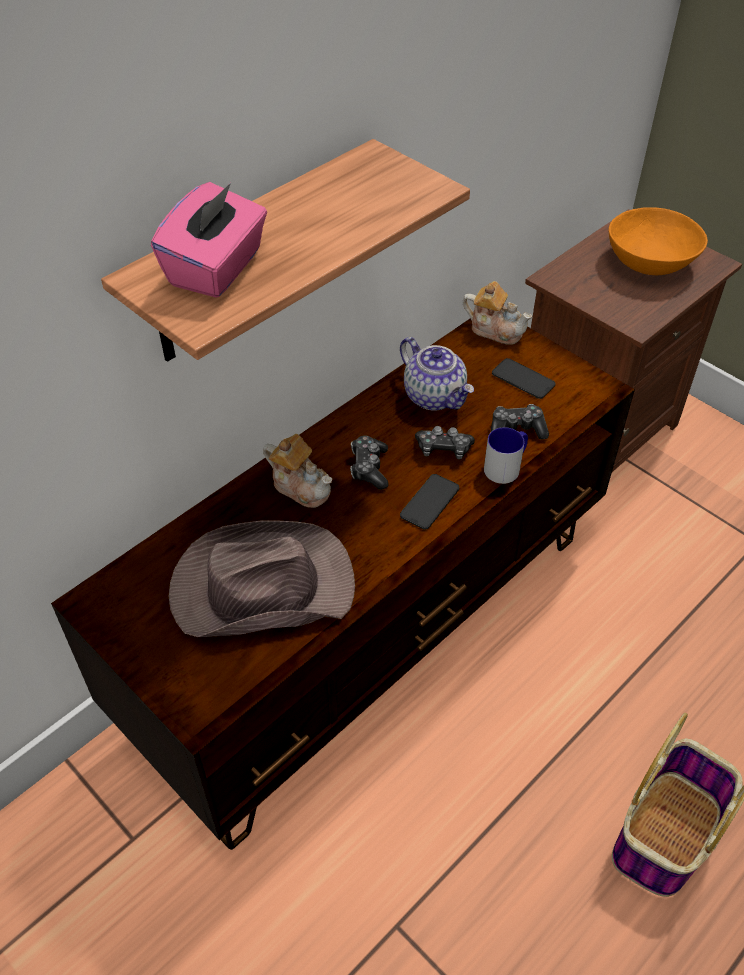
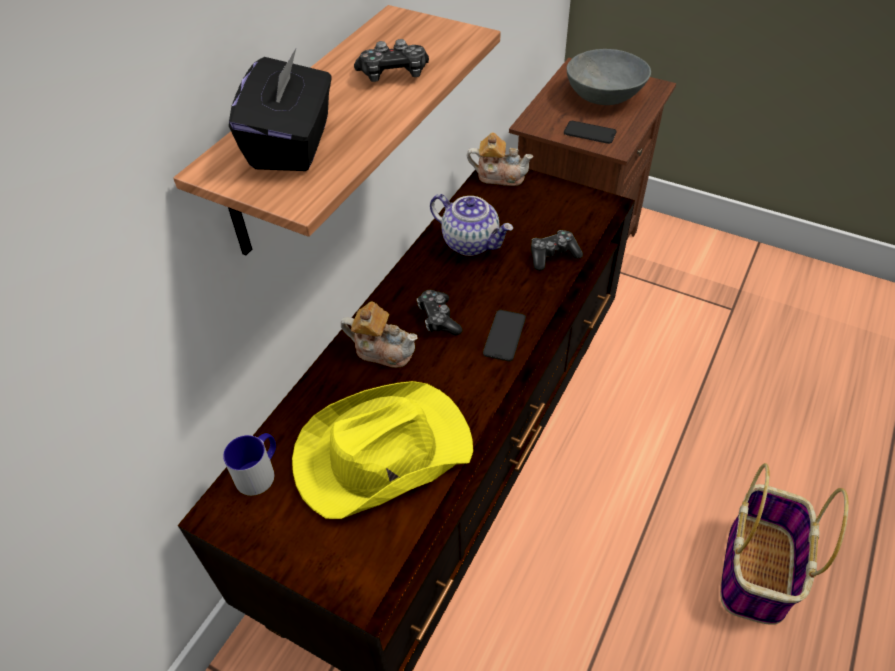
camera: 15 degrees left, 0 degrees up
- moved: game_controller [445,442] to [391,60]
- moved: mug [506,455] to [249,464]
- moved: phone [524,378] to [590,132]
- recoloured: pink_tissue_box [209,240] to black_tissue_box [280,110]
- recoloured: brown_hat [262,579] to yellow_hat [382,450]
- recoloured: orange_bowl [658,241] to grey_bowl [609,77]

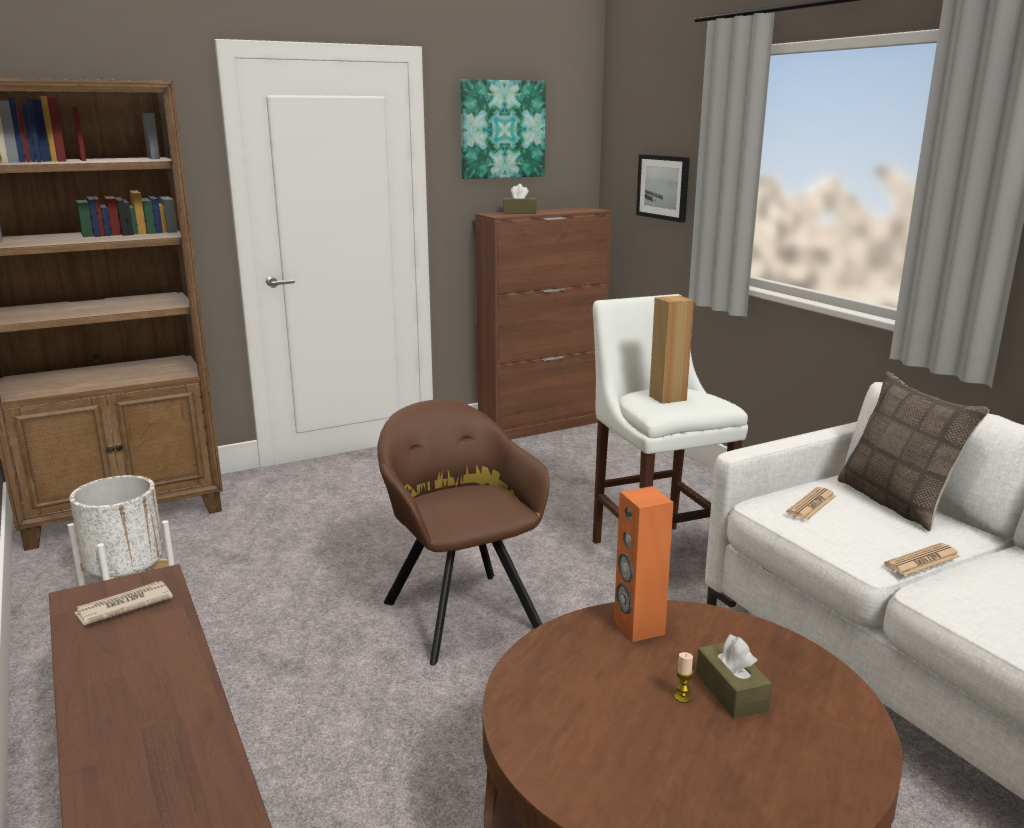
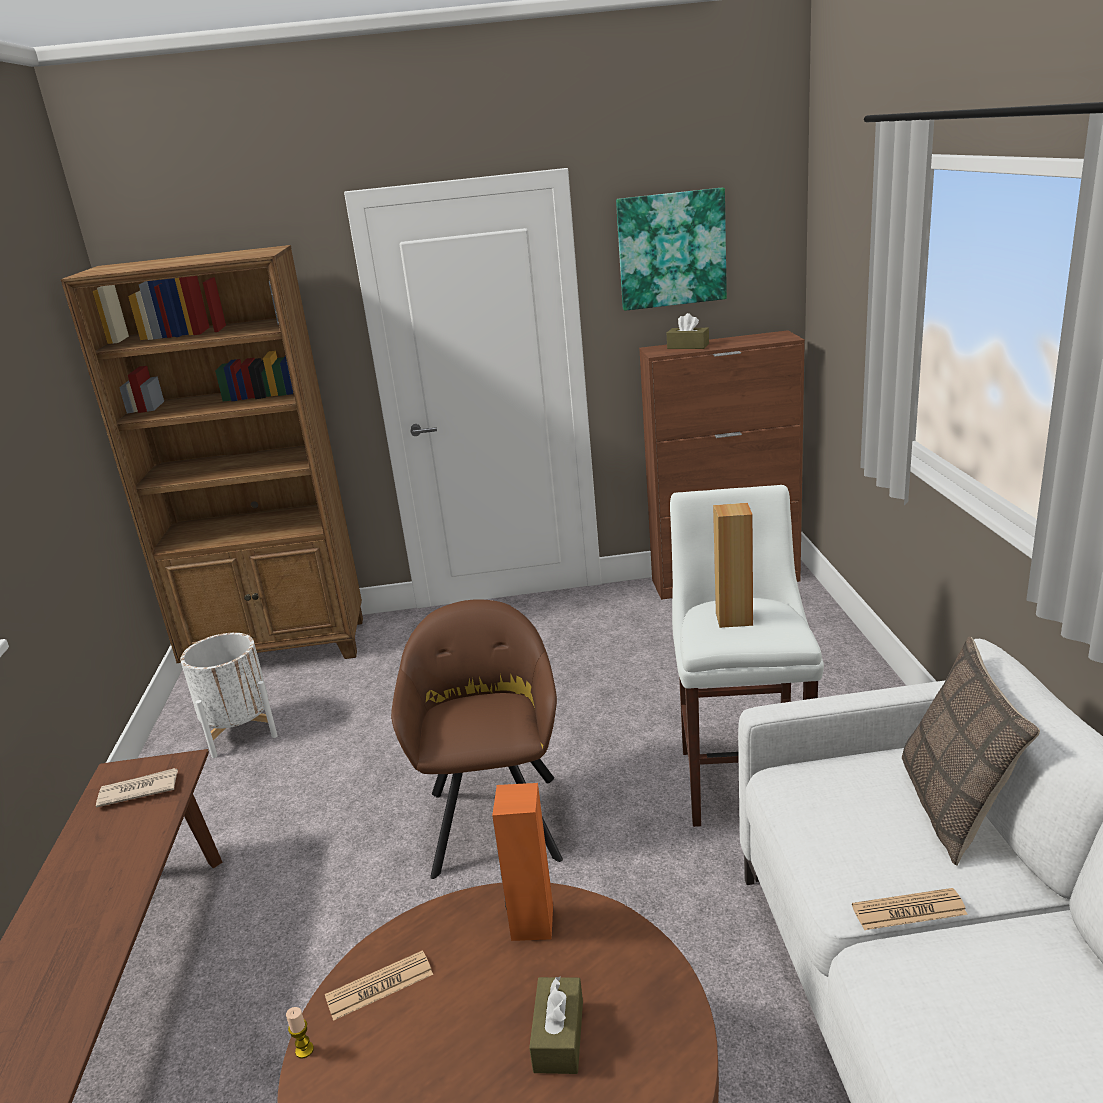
camera: 25 degrees right, 5 degrees up
- removed: picture [663,188]
- moved: candle [684,677] to [300,1033]
- moved: newspaper [811,503] to [379,985]

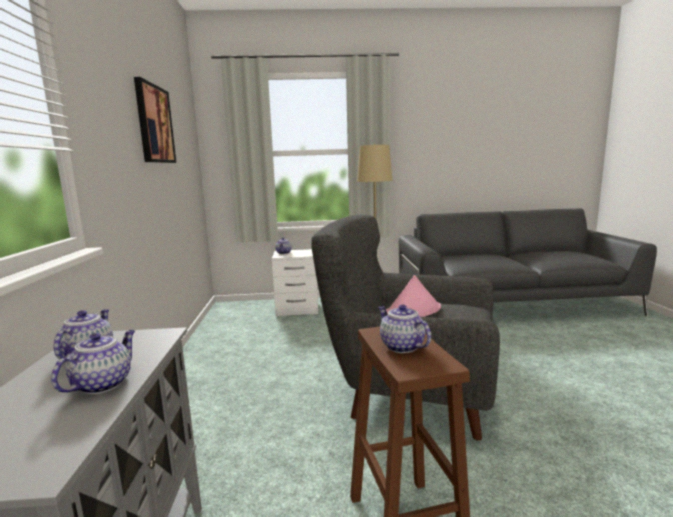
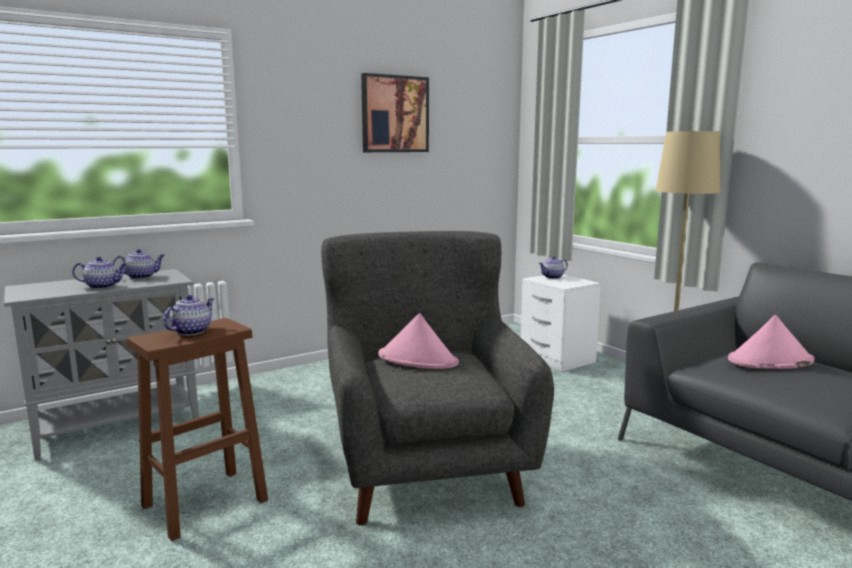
camera: 60 degrees right, 0 degrees up
- added: pink_hat [771,342]

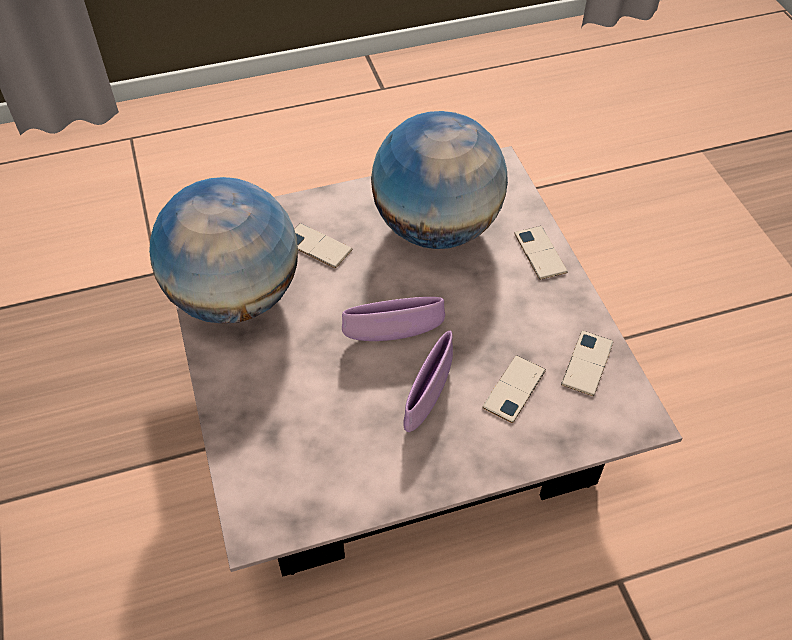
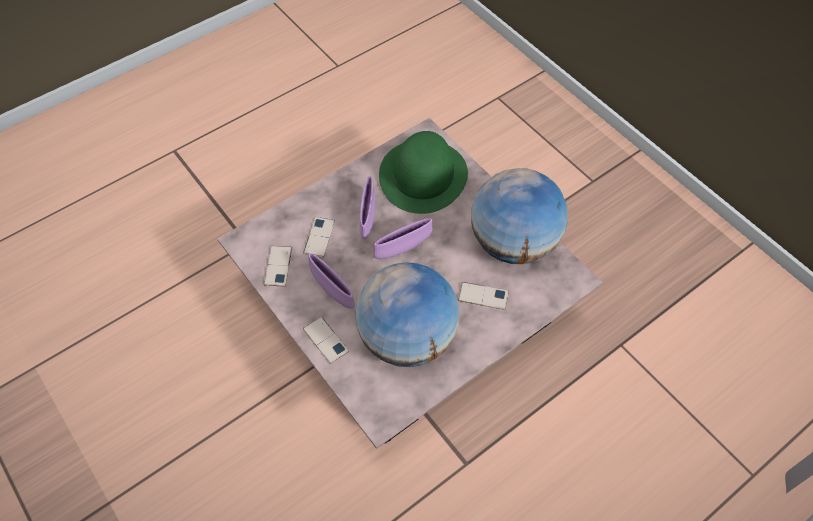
camera: 160 degrees right, 5 degrees up
- added: purple_bowl [331,281]
- added: green_hat [423,172]

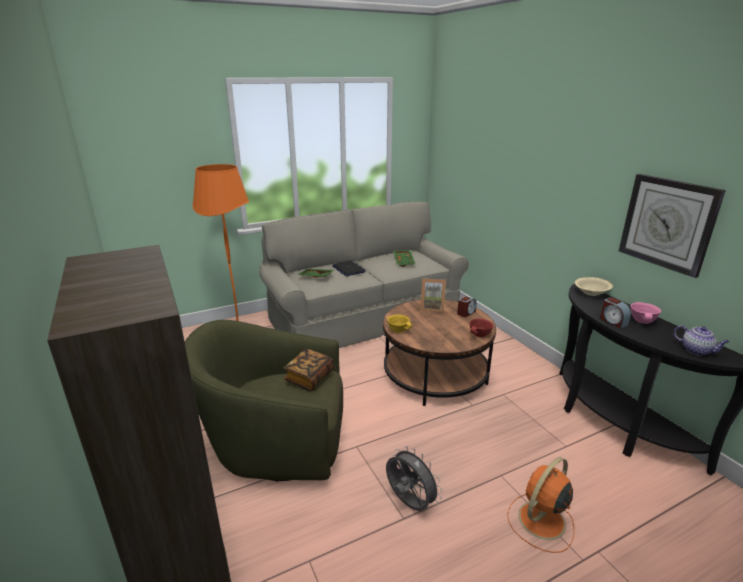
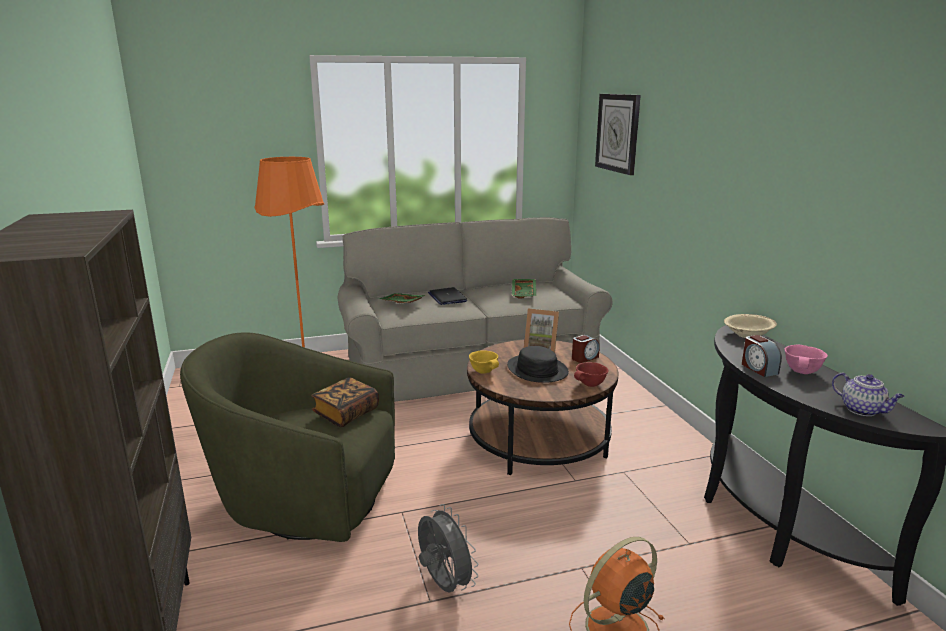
camera: 10 degrees right, 5 degrees down
- added: black_hat [538,364]
- moved: wall_clock [672,226] to [618,134]

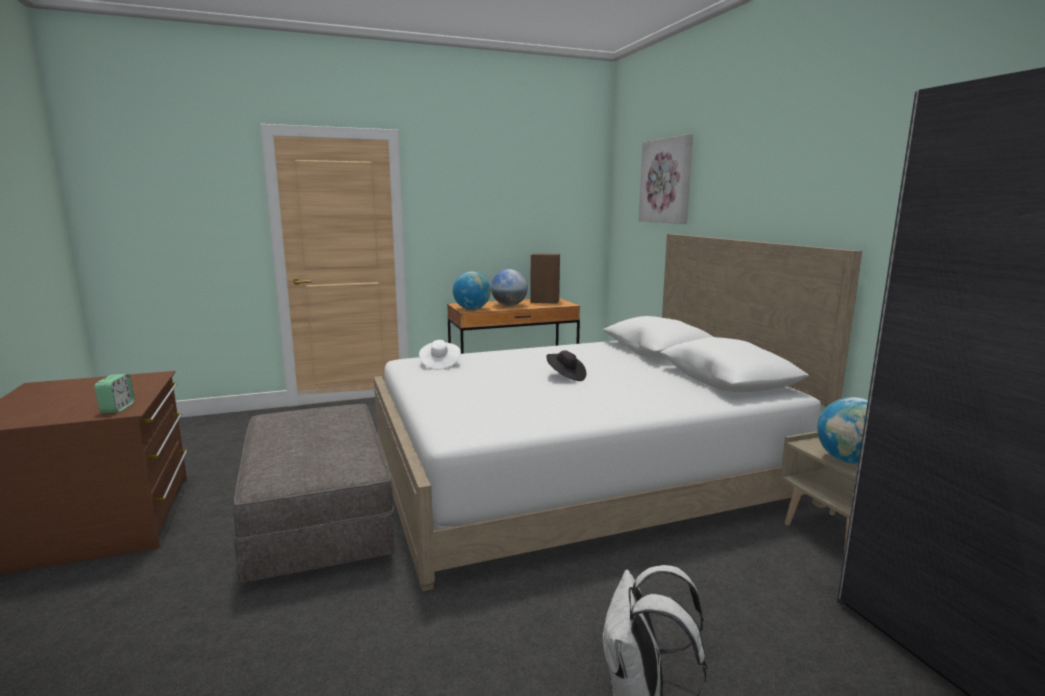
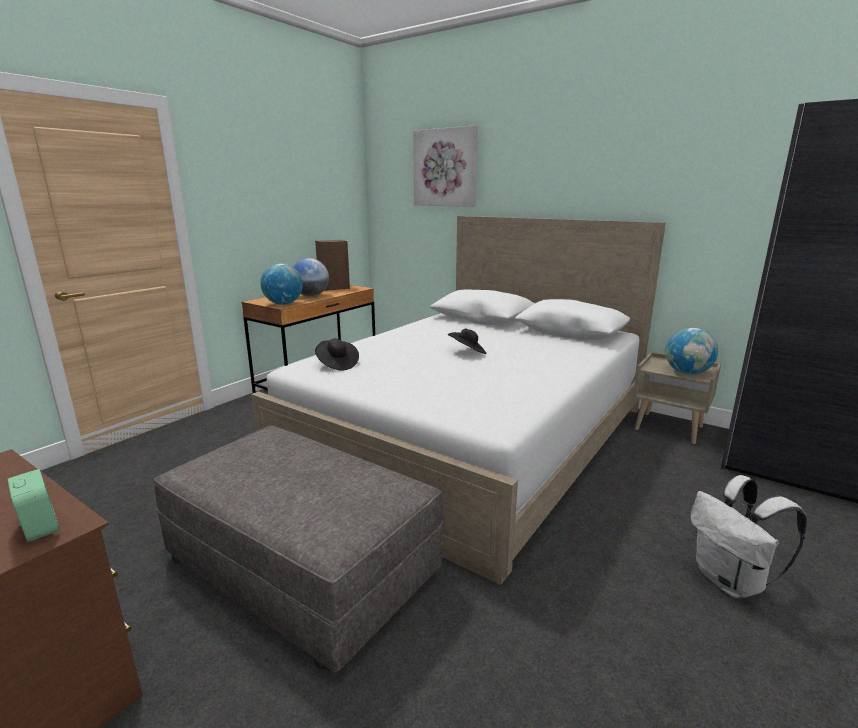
camera: 35 degrees left, 5 degrees up
- recoloured: white_hat [440,355] to black_hat [337,354]

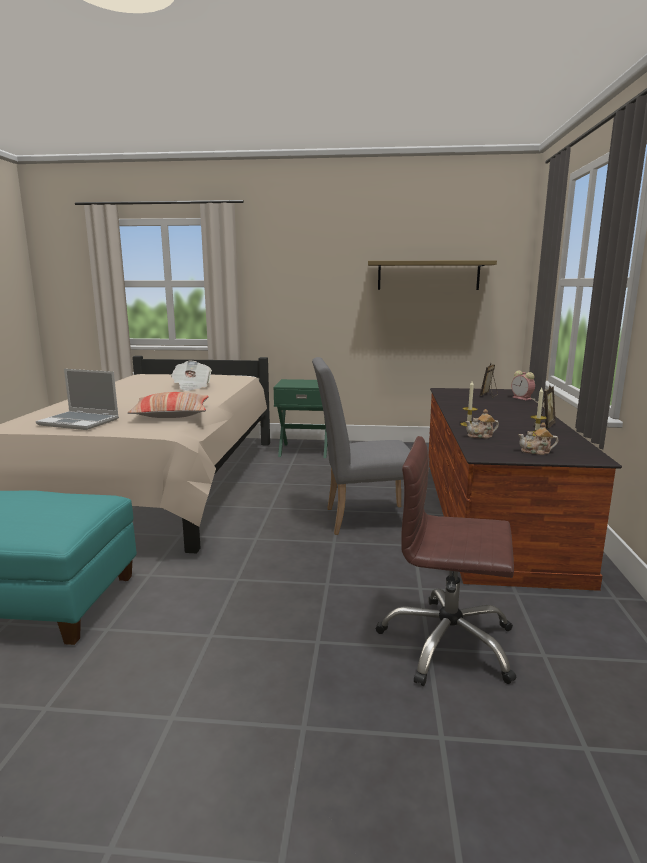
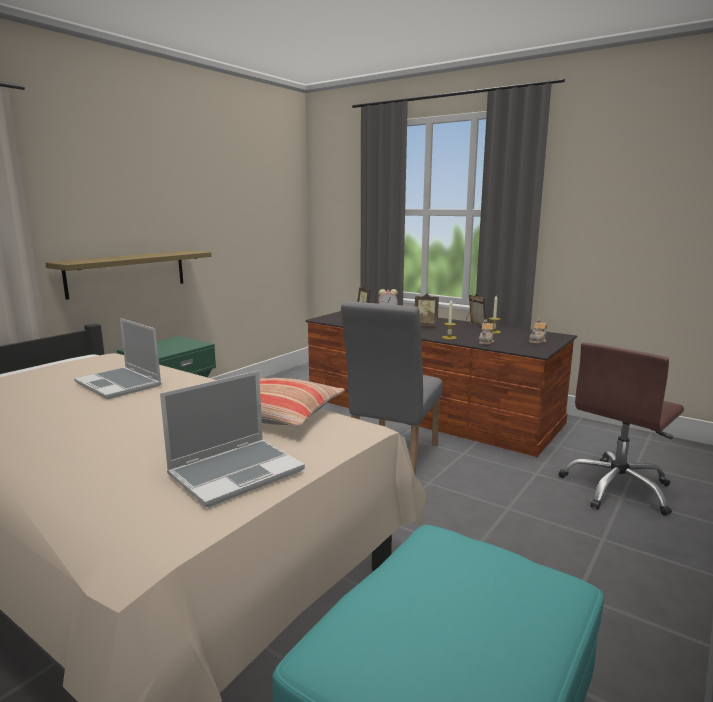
camera: 60 degrees left, 0 degrees up
- added: picture_frame [427,309]
- moved: shelf [432,275] to [128,275]
- replaced: newspaper [191,376] to laptop [118,358]

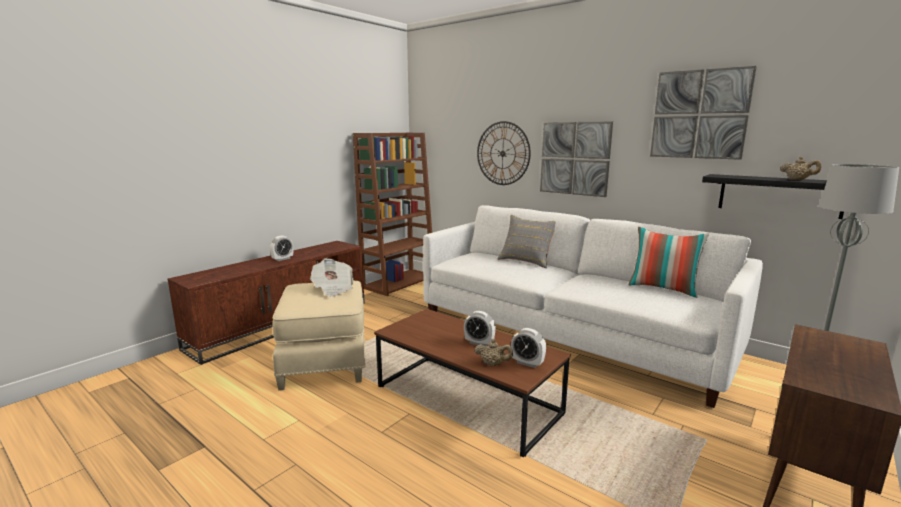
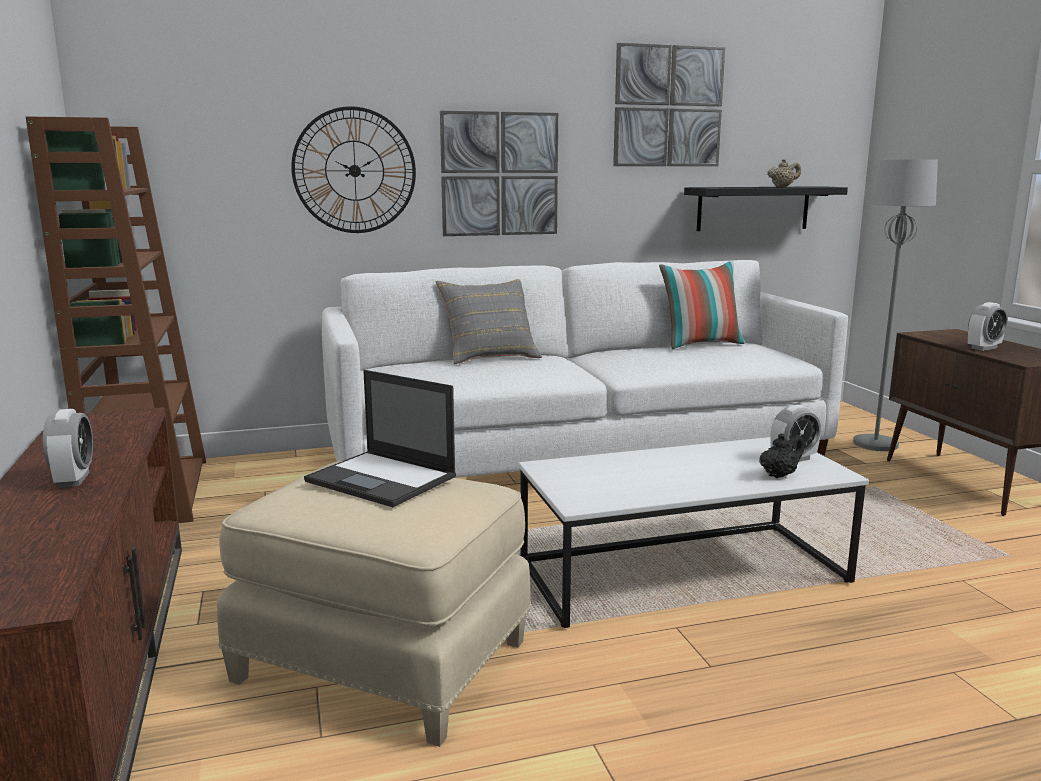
camera: 55 degrees left, 0 degrees up
- moved: alarm_clock [480,328] to [988,326]
- replaced: newspaper [332,278] to laptop [380,438]
- recoloured: brown_coffee_table [472,383] to white_coffee_table [694,532]
- recoloured: beige_teapot [494,352] to black_teapot [781,456]

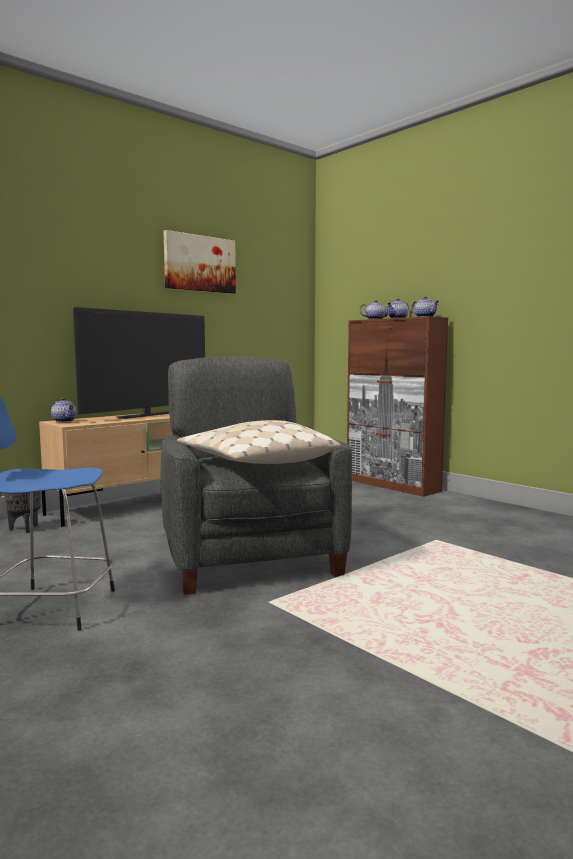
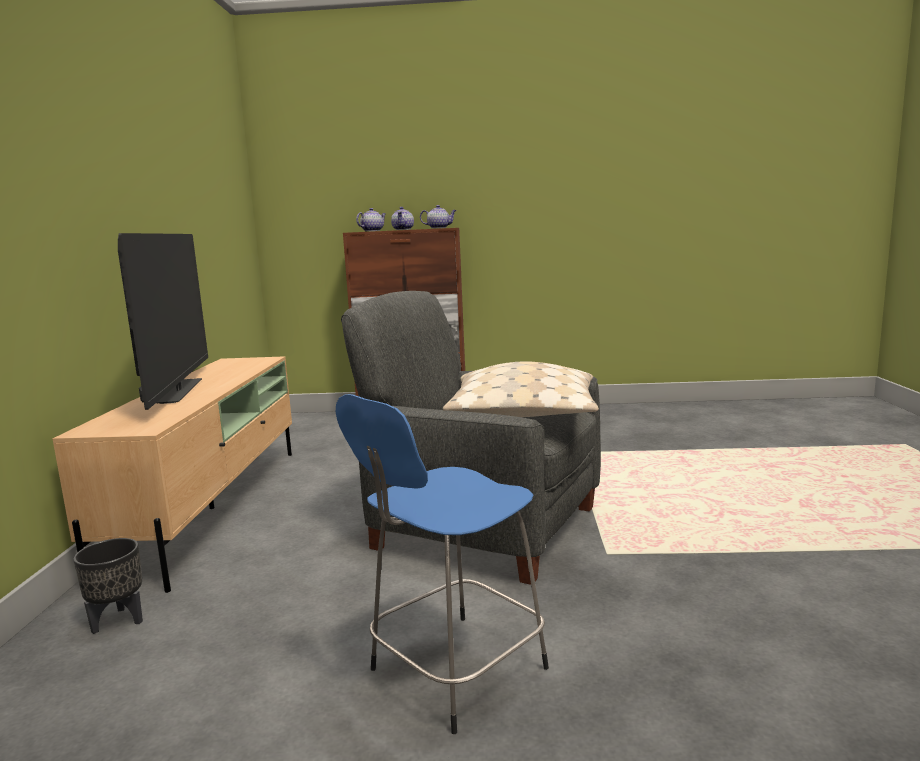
camera: 45 degrees left, 5 degrees up
- removed: teapot [64,410]
- removed: picture [200,262]

